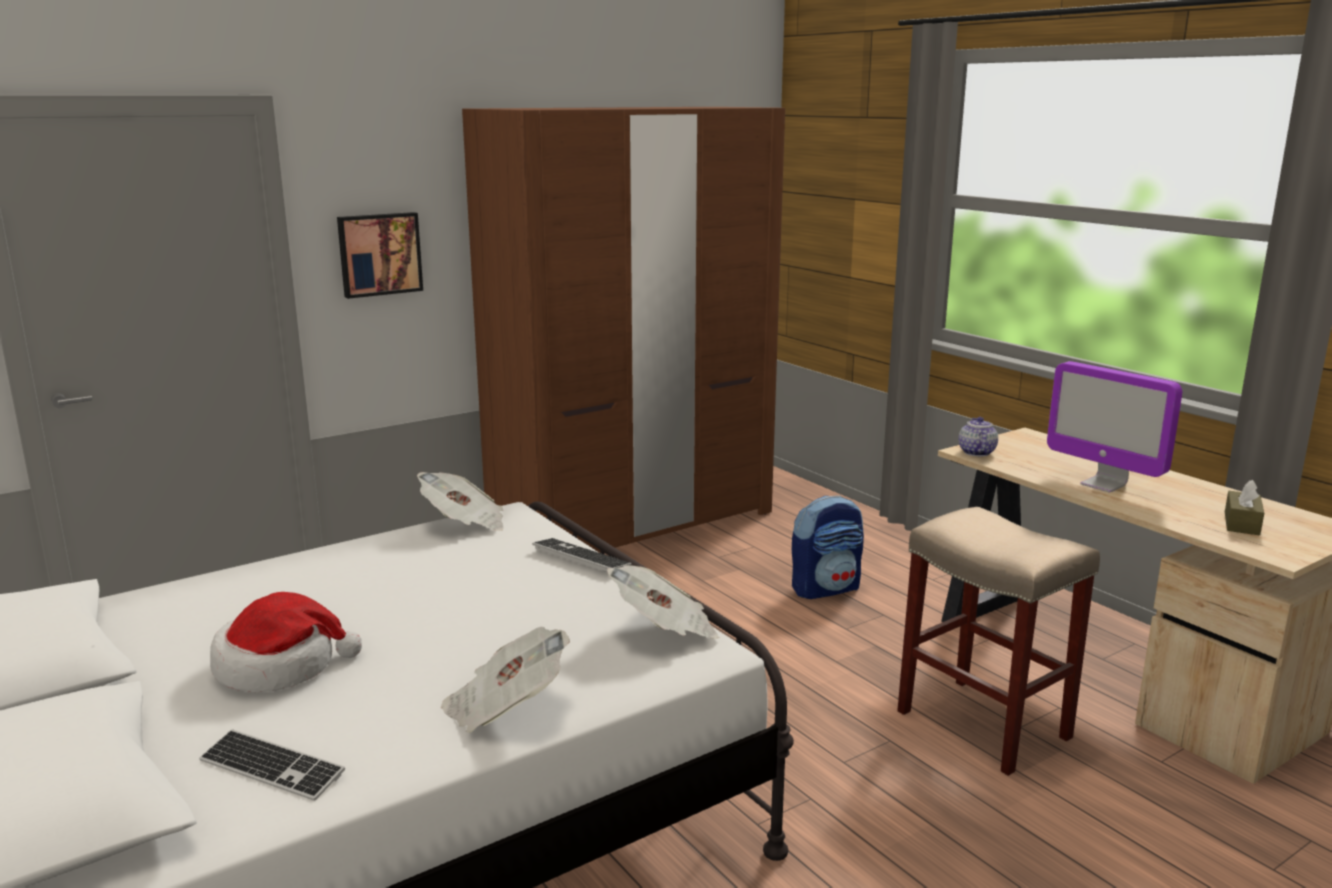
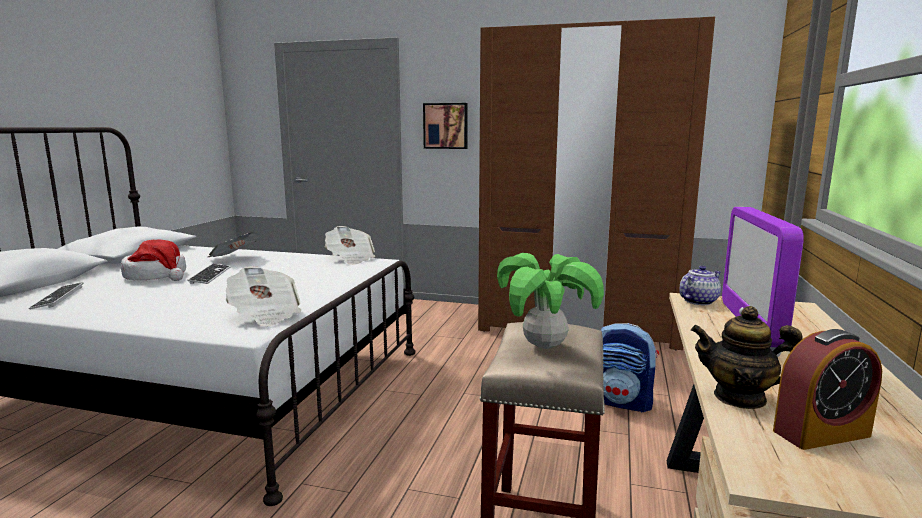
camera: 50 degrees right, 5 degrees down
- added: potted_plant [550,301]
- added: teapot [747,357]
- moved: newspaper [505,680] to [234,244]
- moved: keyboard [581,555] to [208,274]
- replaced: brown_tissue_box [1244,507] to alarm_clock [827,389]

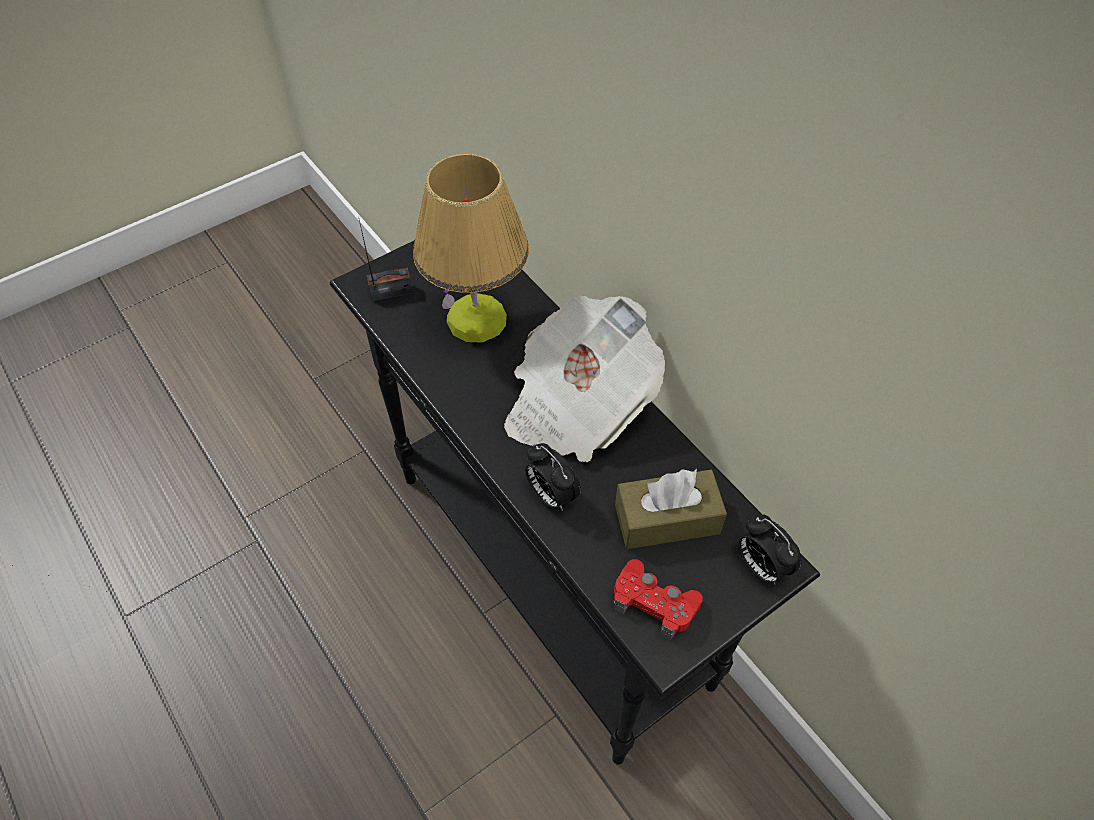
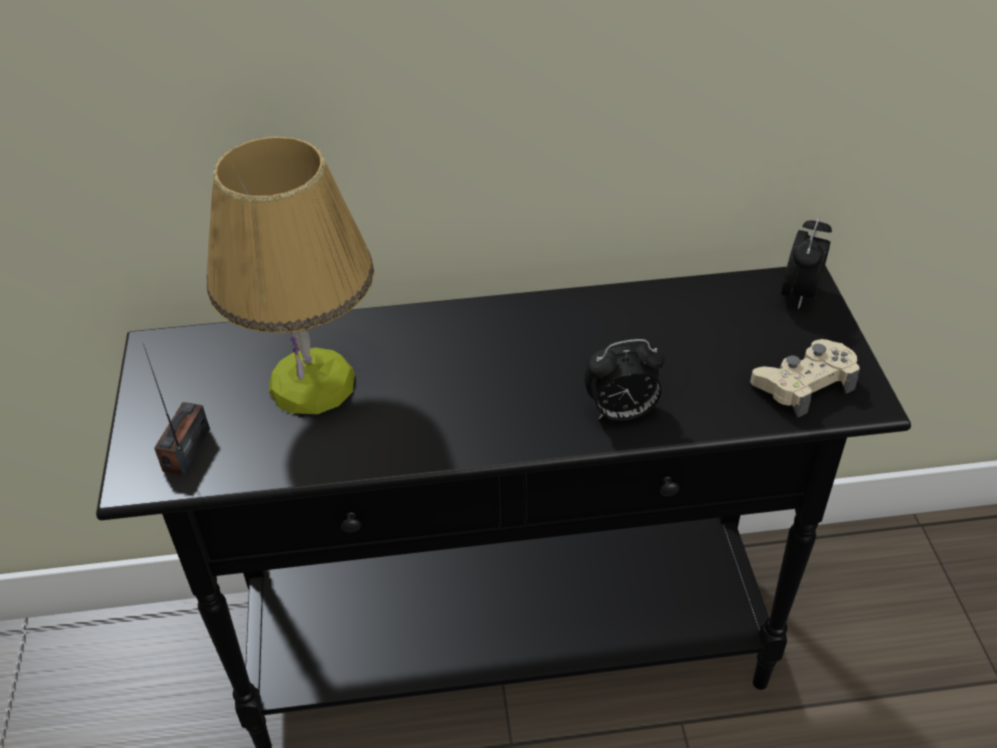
camera: 60 degrees left, 10 degrees down
- removed: newspaper [584,378]
- removed: brown_tissue_box [671,509]
- recoloured: red_game_controller [658,599] to beige_game_controller [805,378]
- turned: alarm_clock [770,549] = [806,262] 60 degrees counterclockwise

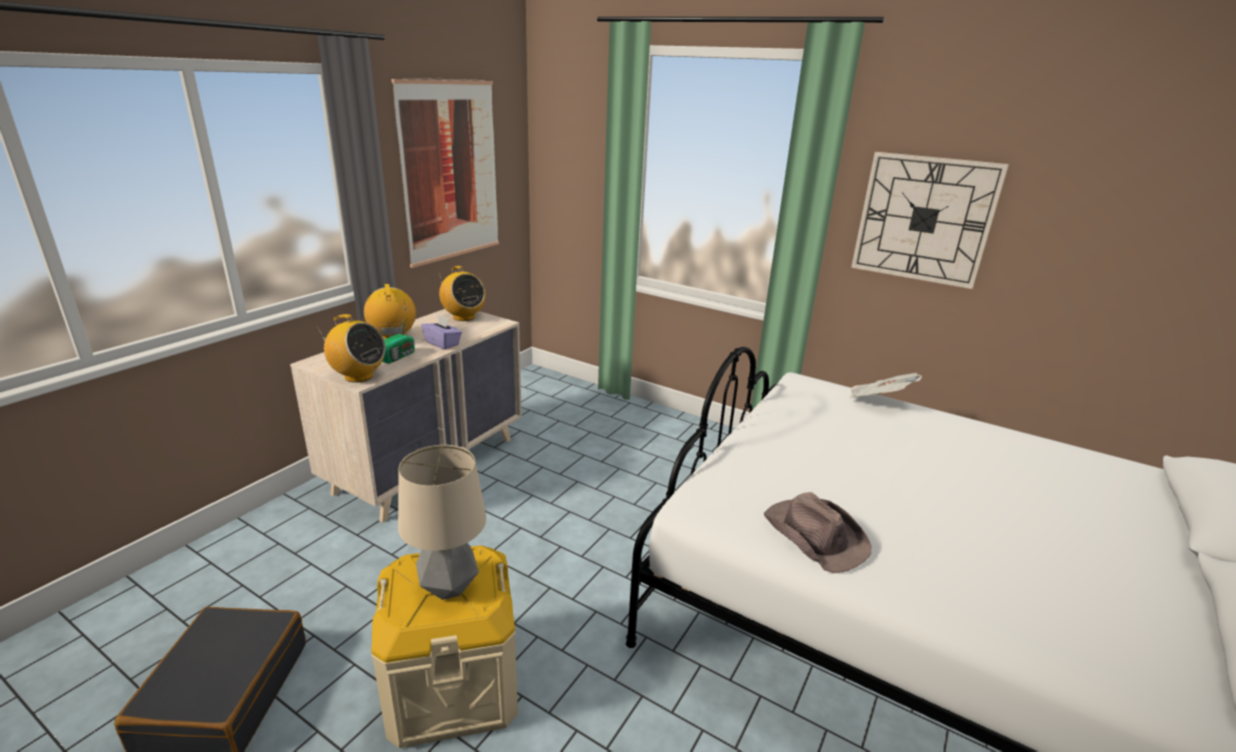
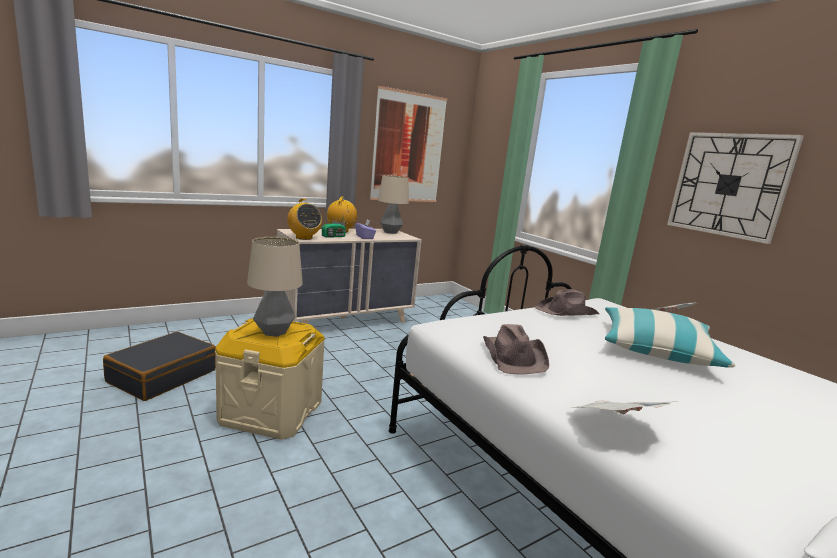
camera: 25 degrees right, 10 degrees down
- added: brown_hat [567,302]
- added: newspaper [623,407]
- added: pillow [670,337]
- replaced: radio [462,293] to table_lamp [393,204]

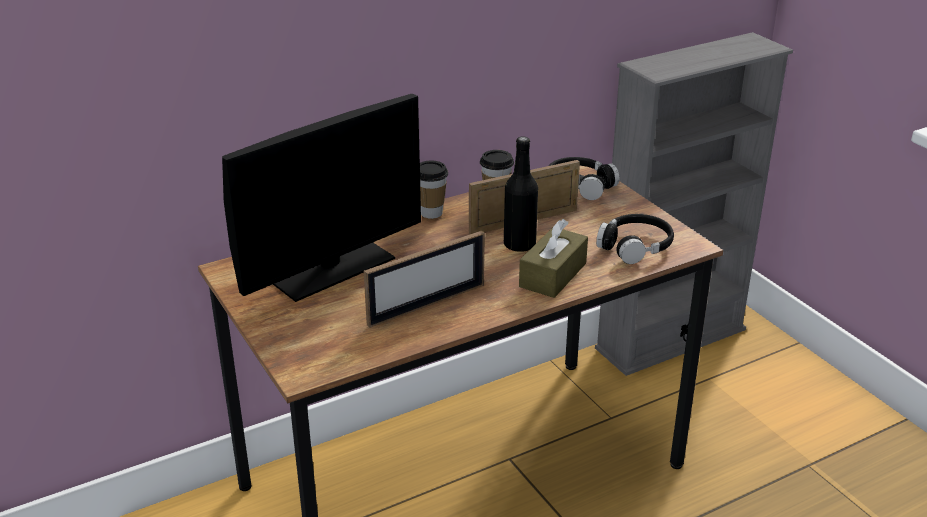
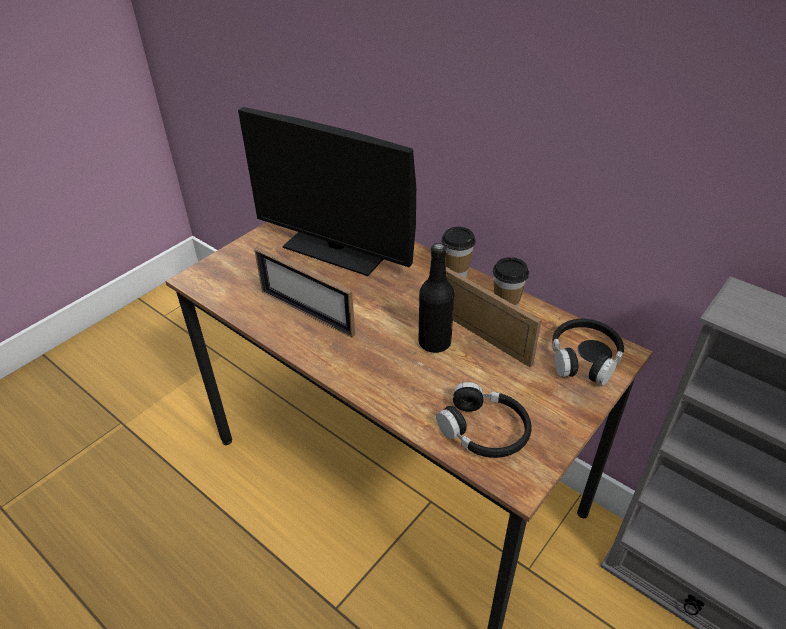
camera: 70 degrees right, 10 degrees up
- removed: brown_tissue_box [553,258]

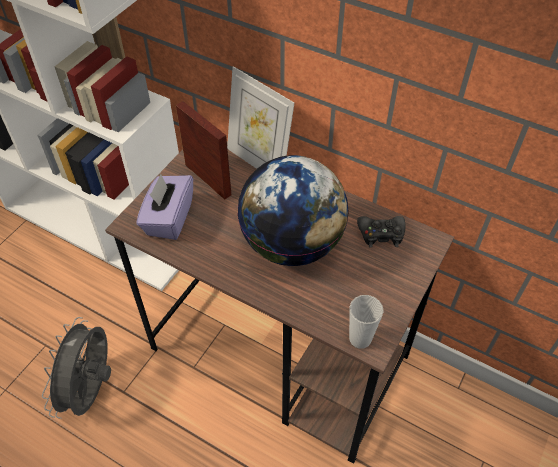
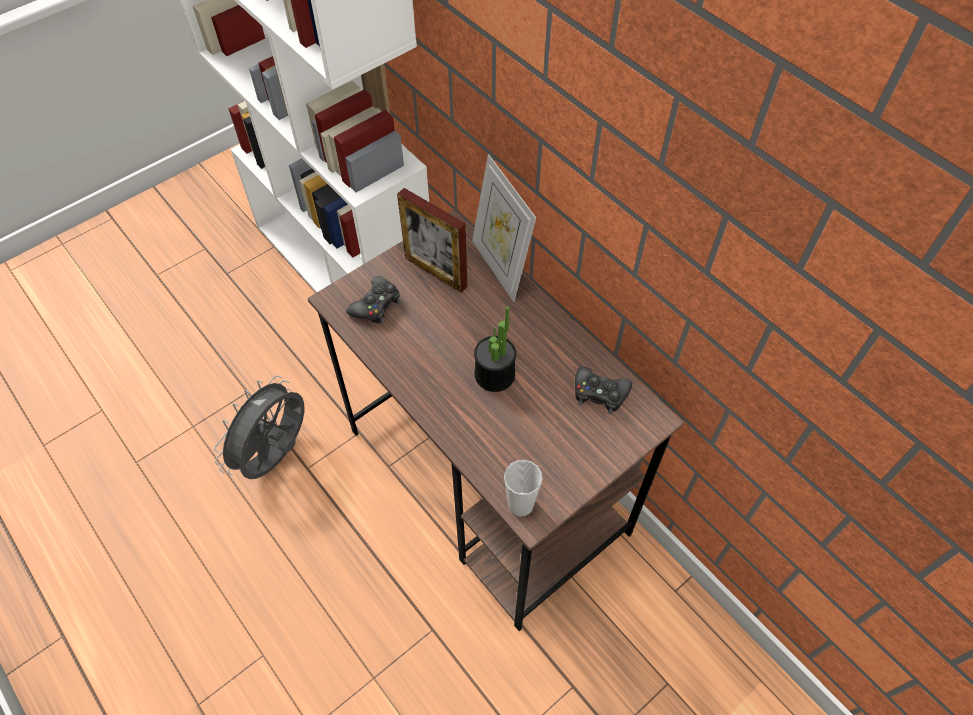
camera: 20 degrees right, 5 degrees up
- replaced: purple_tissue_box [164,207] to black_game_controller [373,299]
- replaced: globe [293,210] to potted_plant [495,349]
- turned: picture_frame [203,150] = [432,240] 150 degrees clockwise

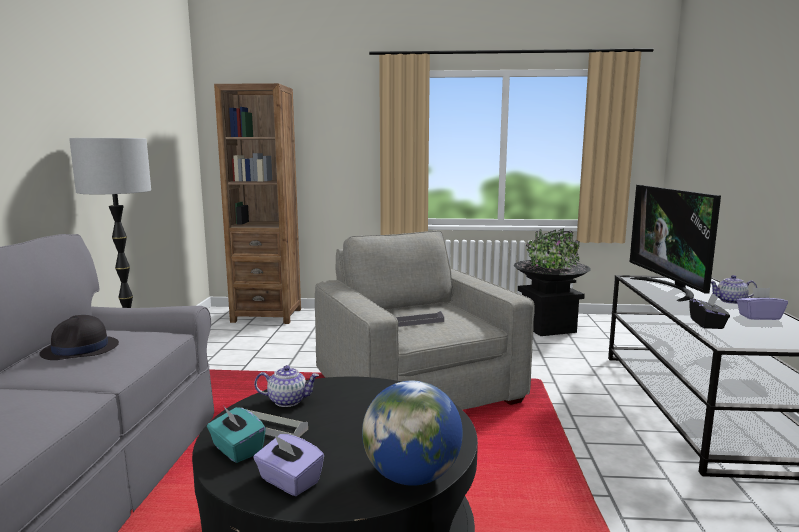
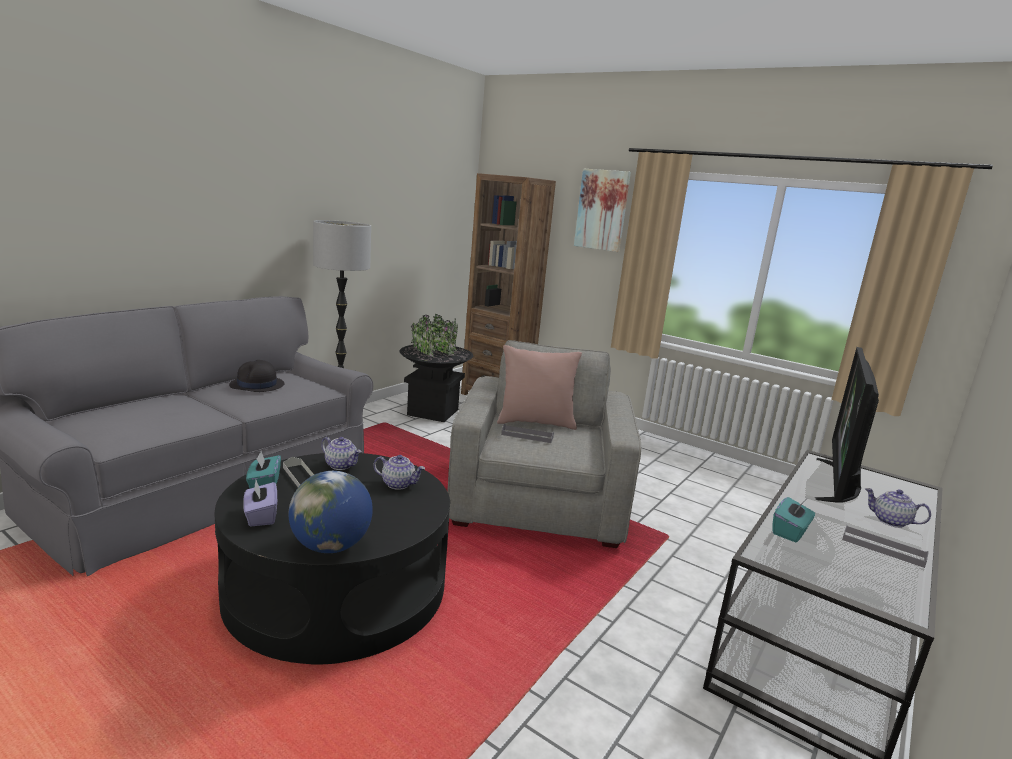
camera: 30 degrees right, 5 degrees up
- added: teapot [399,472]
- added: pink_pillow [539,387]
- added: picture [602,210]
- moved: black_planter [552,282] to [436,368]
- replaced: purple_tissue_box [762,303] to grey_tray [885,546]
- recoloured: black_tissue_box [709,311] to turquoise_tissue_box [794,519]

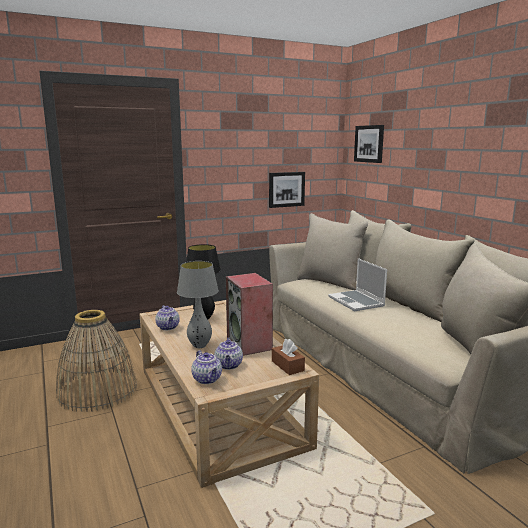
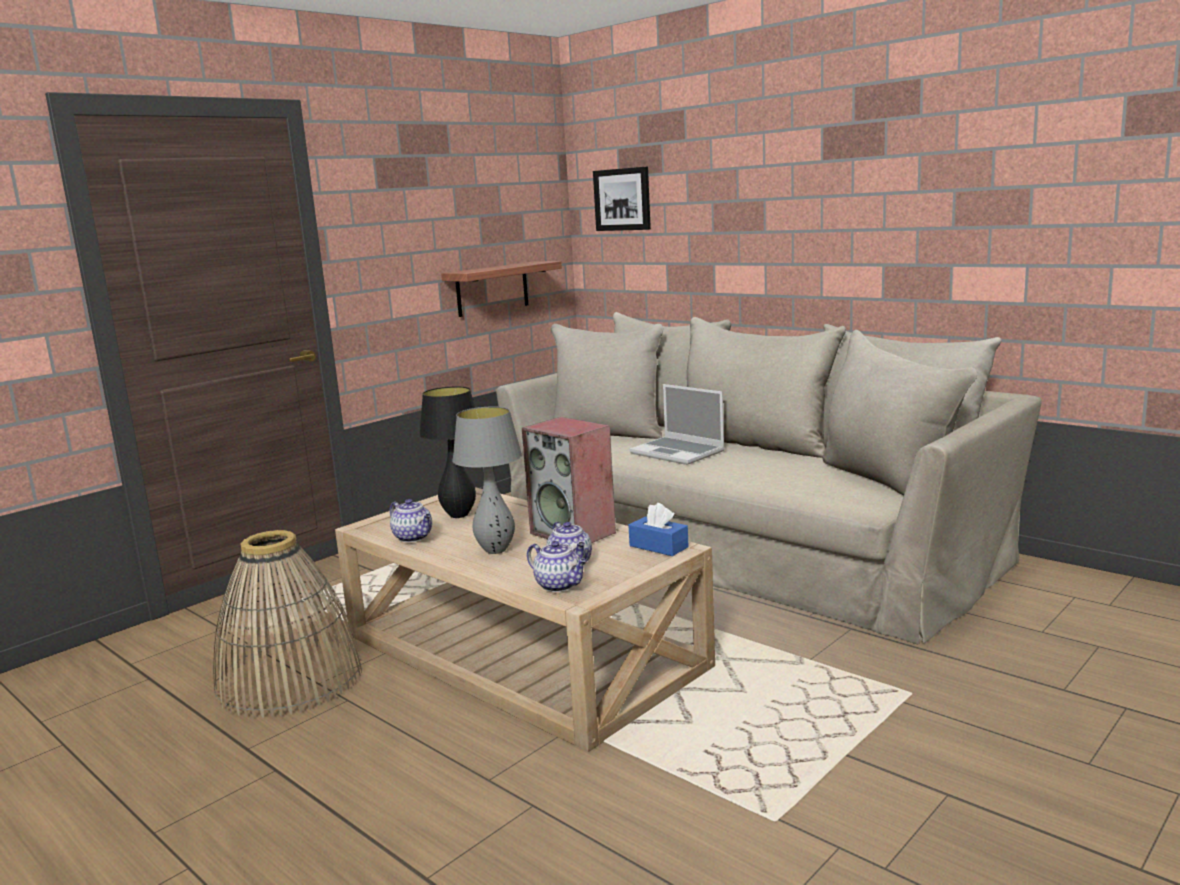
camera: 20 degrees left, 0 degrees up
- replaced: picture [287,190] to shelf [501,289]
- recoloured: brown_tissue_box [288,357] to blue_tissue_box [658,529]

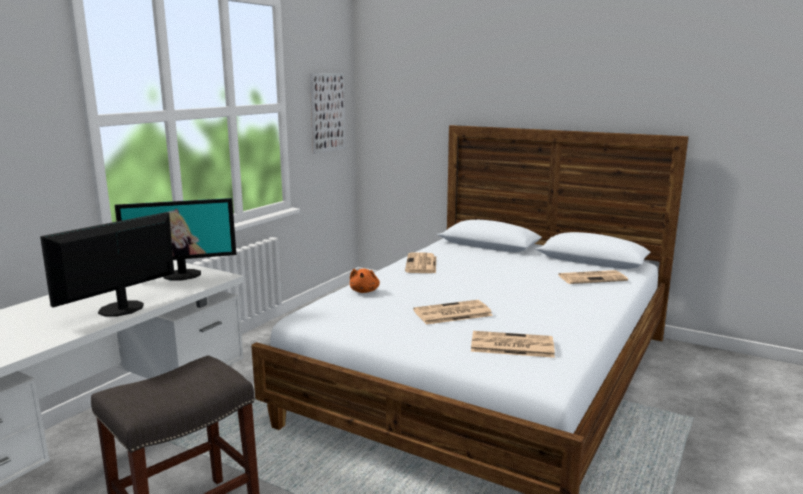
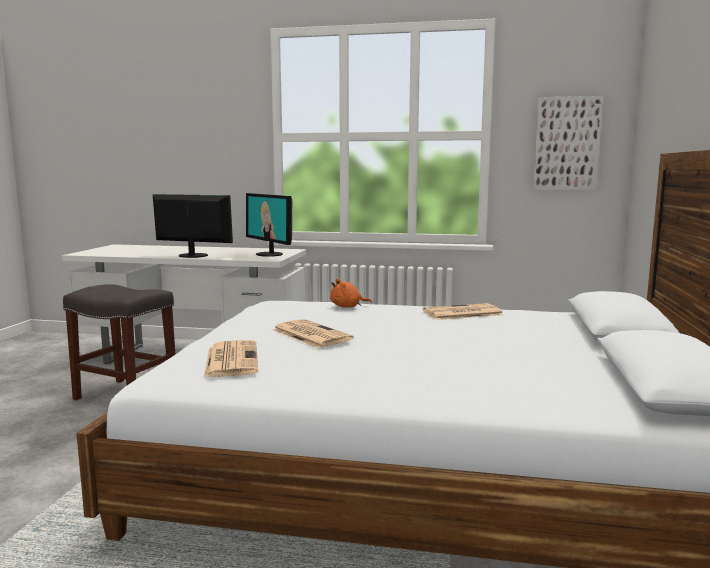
camera: 70 degrees right, 5 degrees down
- removed: newspaper [593,277]

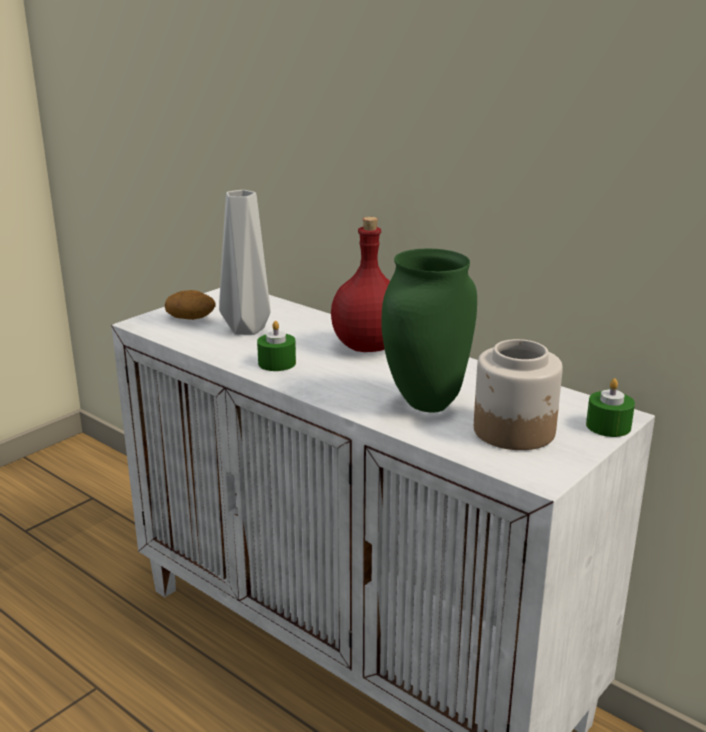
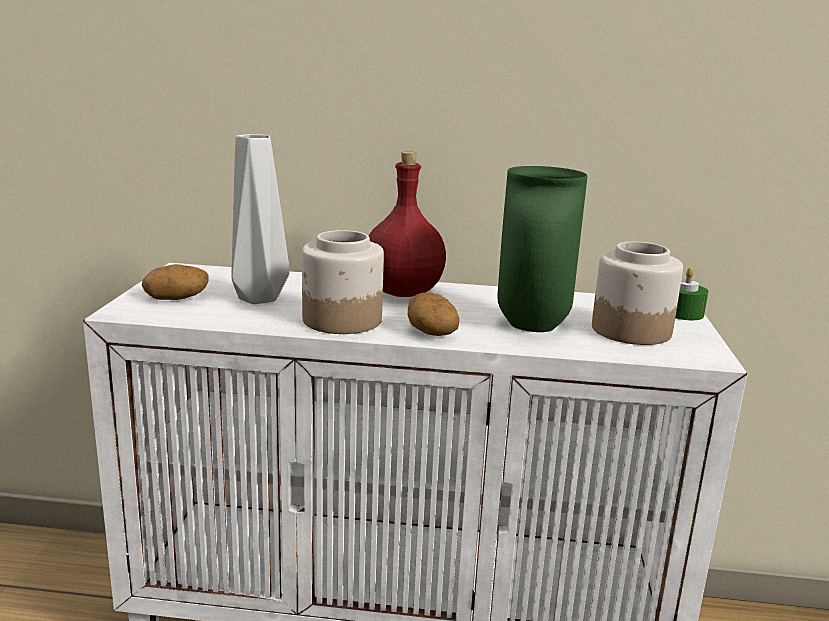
camera: 35 degrees left, 5 degrees down
- added: potato [433,314]
- replaced: green_candle [276,346] to jar [343,282]

